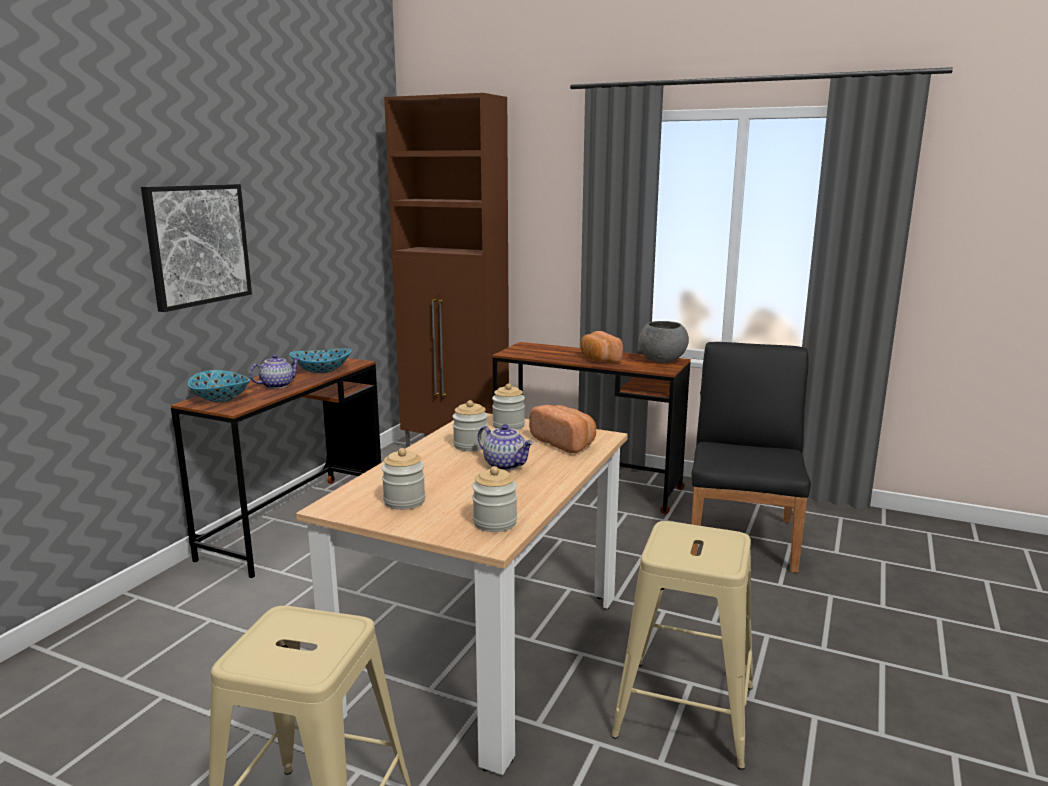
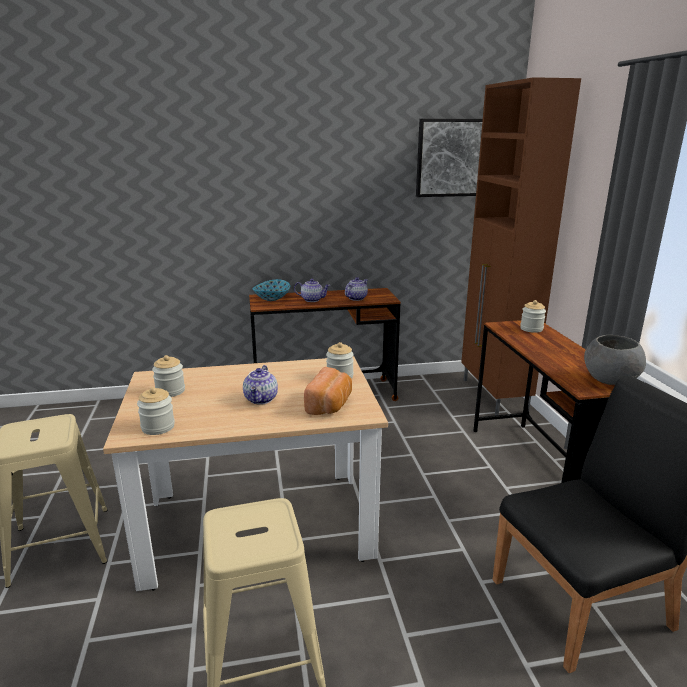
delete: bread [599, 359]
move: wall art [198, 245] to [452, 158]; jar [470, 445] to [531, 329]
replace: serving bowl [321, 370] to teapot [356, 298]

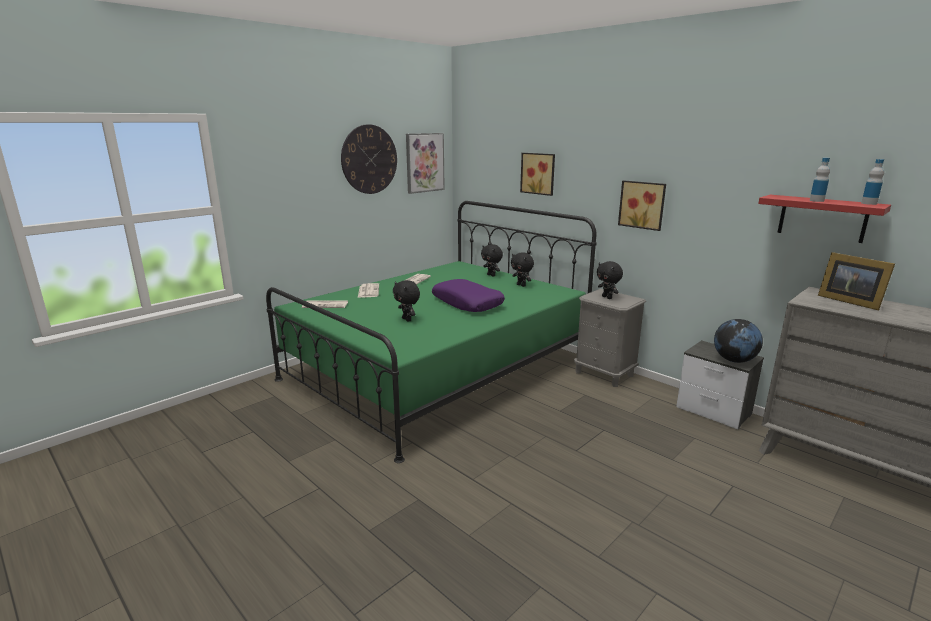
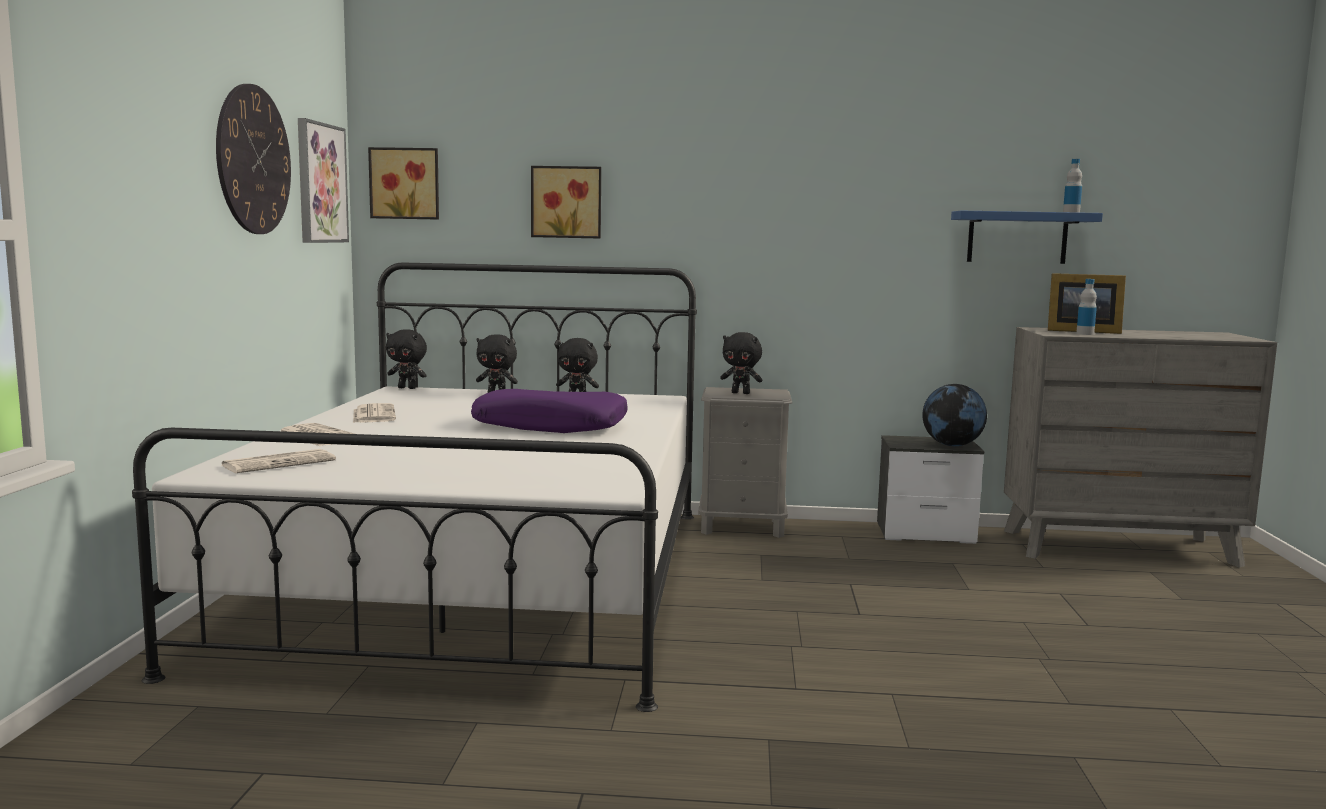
move: wall art [642, 204] to [405, 183]; blackish soft toy [407, 319] to [407, 388]; beverage bottle [816, 200] to [1085, 334]
recolor: green-coloured bedroom bed [437, 369] to whitish bedroom bed [482, 579]; red-coloured shelf [822, 218] to blue-coloured shelf [1017, 237]

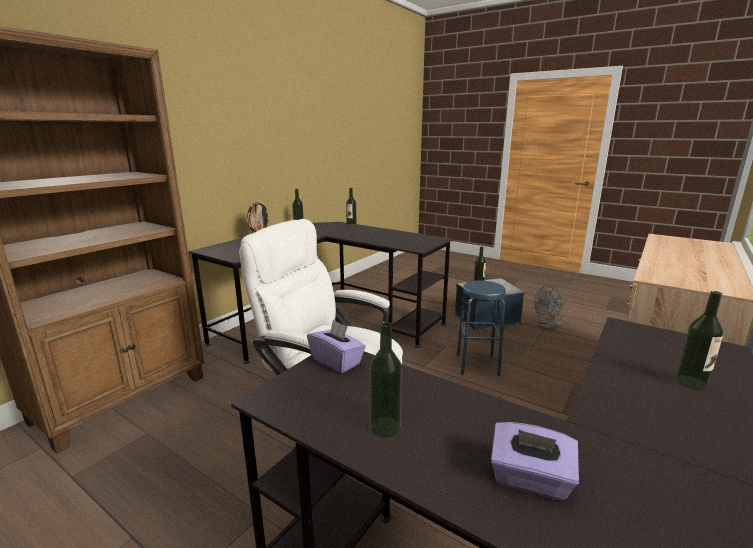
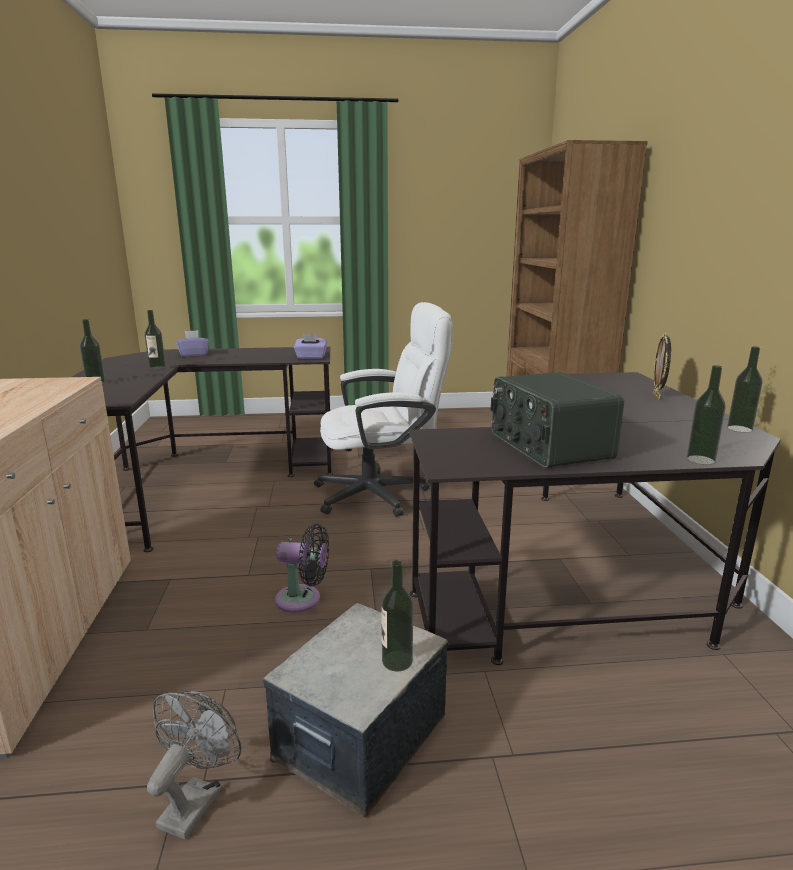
insert: radio receiver [548, 446]
move: beverage bottle [385, 427] to [157, 368]
replace: blue-coloured stool seat [477, 365] to blackish electric fan [303, 599]

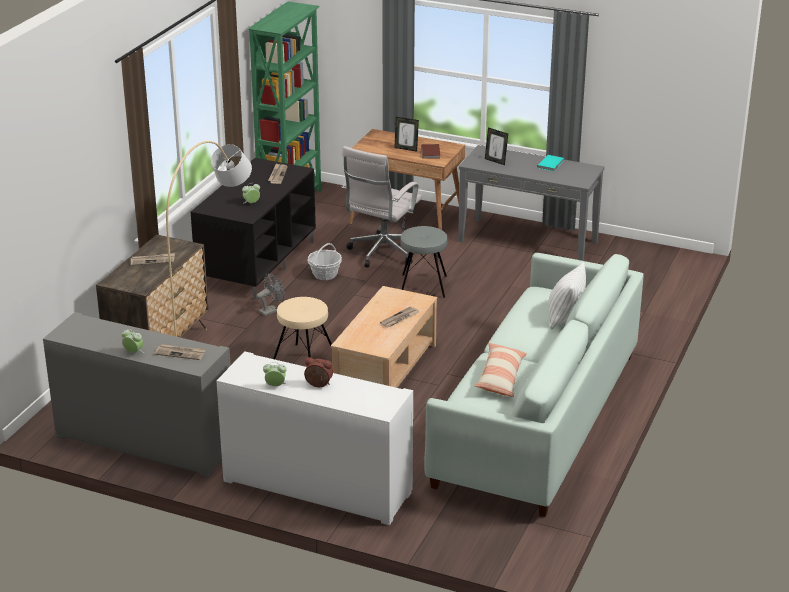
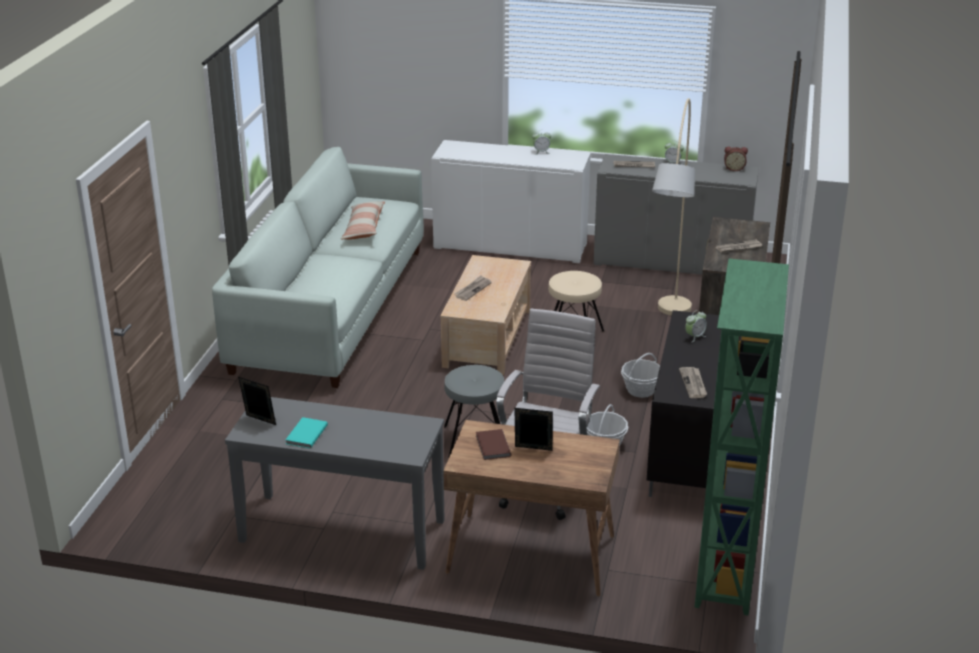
delete: whitish pillow [564, 317]
move: picture frame [495, 161] to [259, 421]; table clock [318, 385] to [734, 168]
replace: gray electric fan [271, 310] to basket [641, 390]

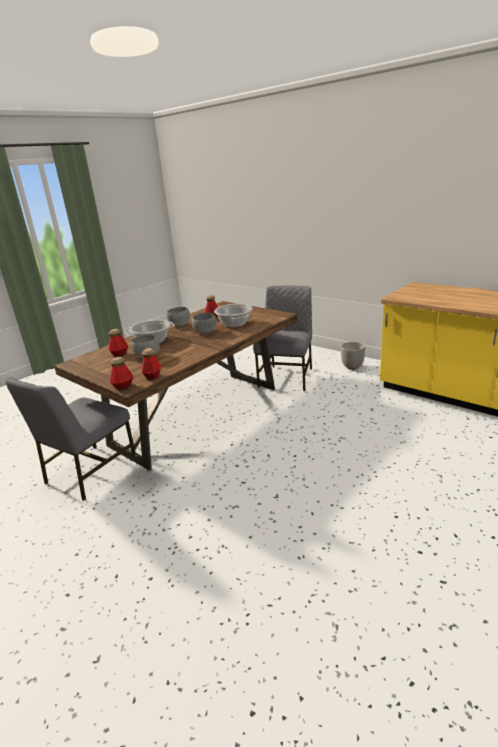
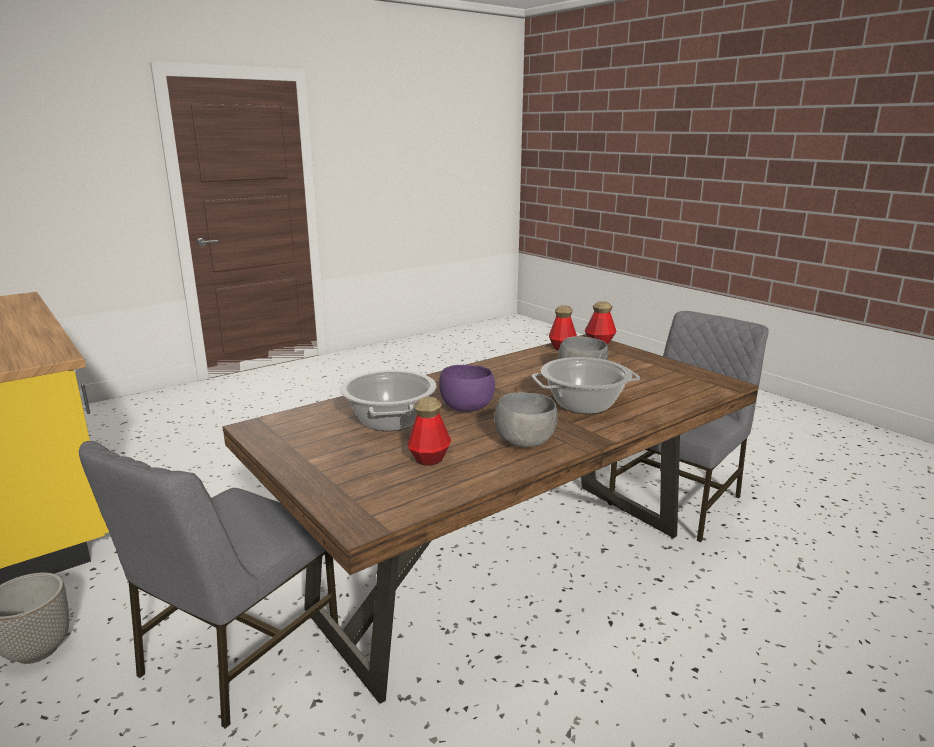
delete: beverage bottle [119, 354]
recolor: gray serving bowl [205, 332] to purple serving bowl [465, 408]

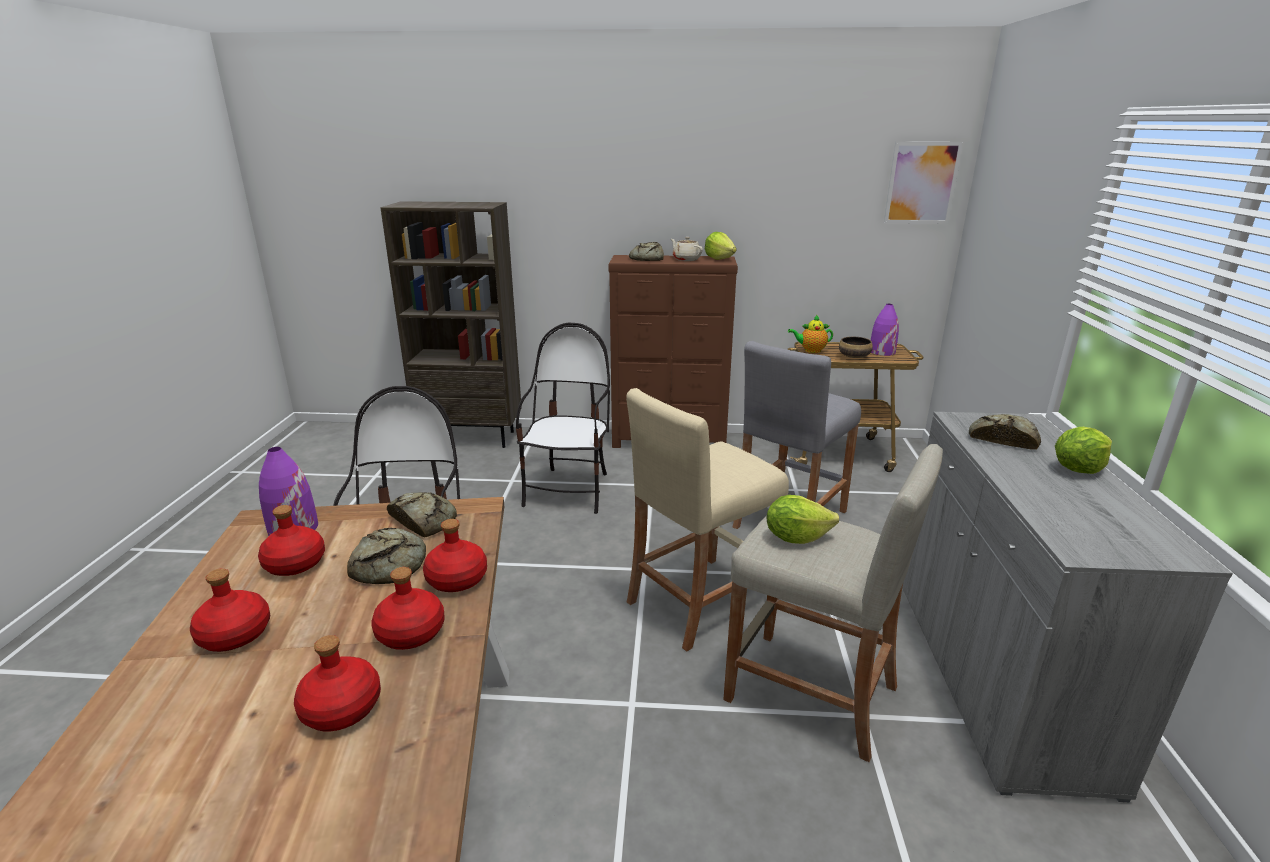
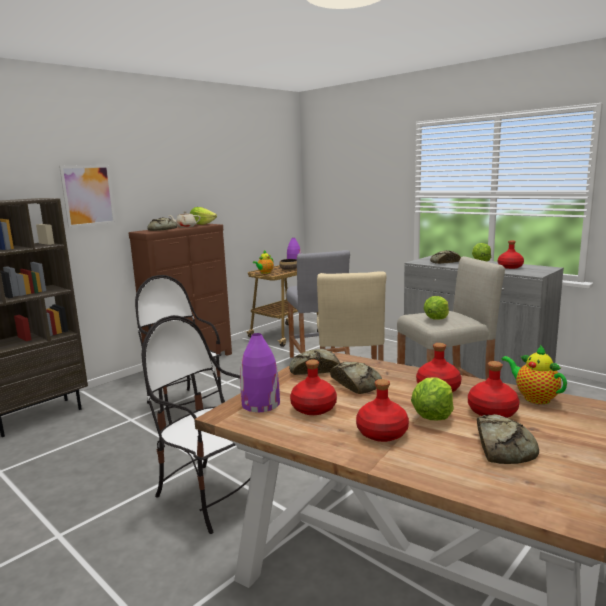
insert: lettuce head [432, 416]; bread [503, 447]; teapot [534, 398]
move: wall art [922, 183] to [88, 195]; red-coloured beverage bottle [457, 579] to [510, 267]

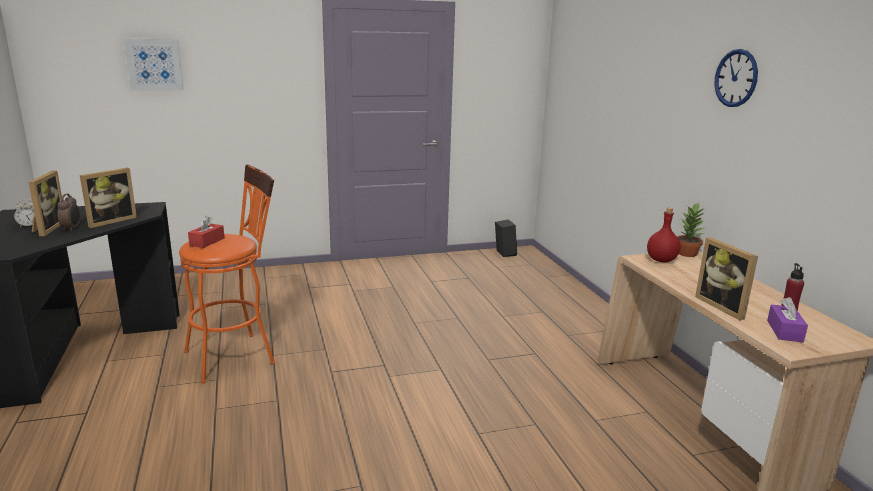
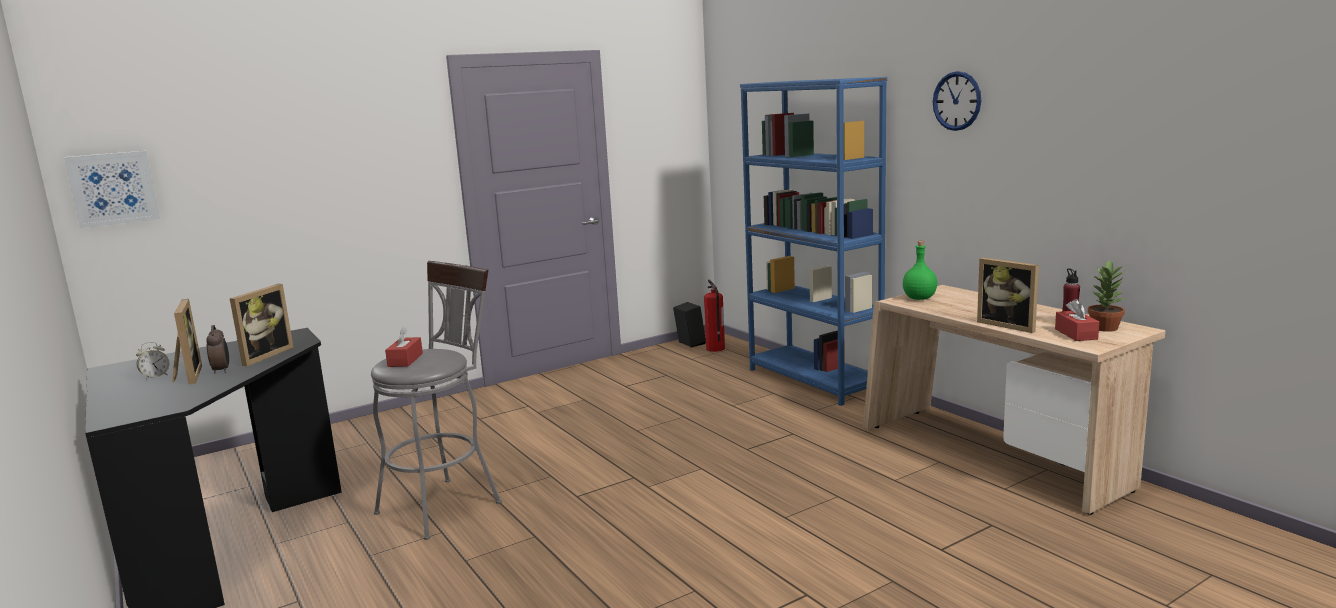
insert: extinguisher [715, 348]; blue-coloured bookcase [814, 380]
move: wall art [154, 64] to [113, 188]; potted plant [687, 254] to [1105, 328]
recolor: orangey stool seat [237, 355] to gray stool seat [446, 503]; red-coloured beverage bottle [661, 260] to green-coloured beverage bottle [920, 298]; purple box of tissues [784, 331] to red-coloured box of tissues [1076, 334]

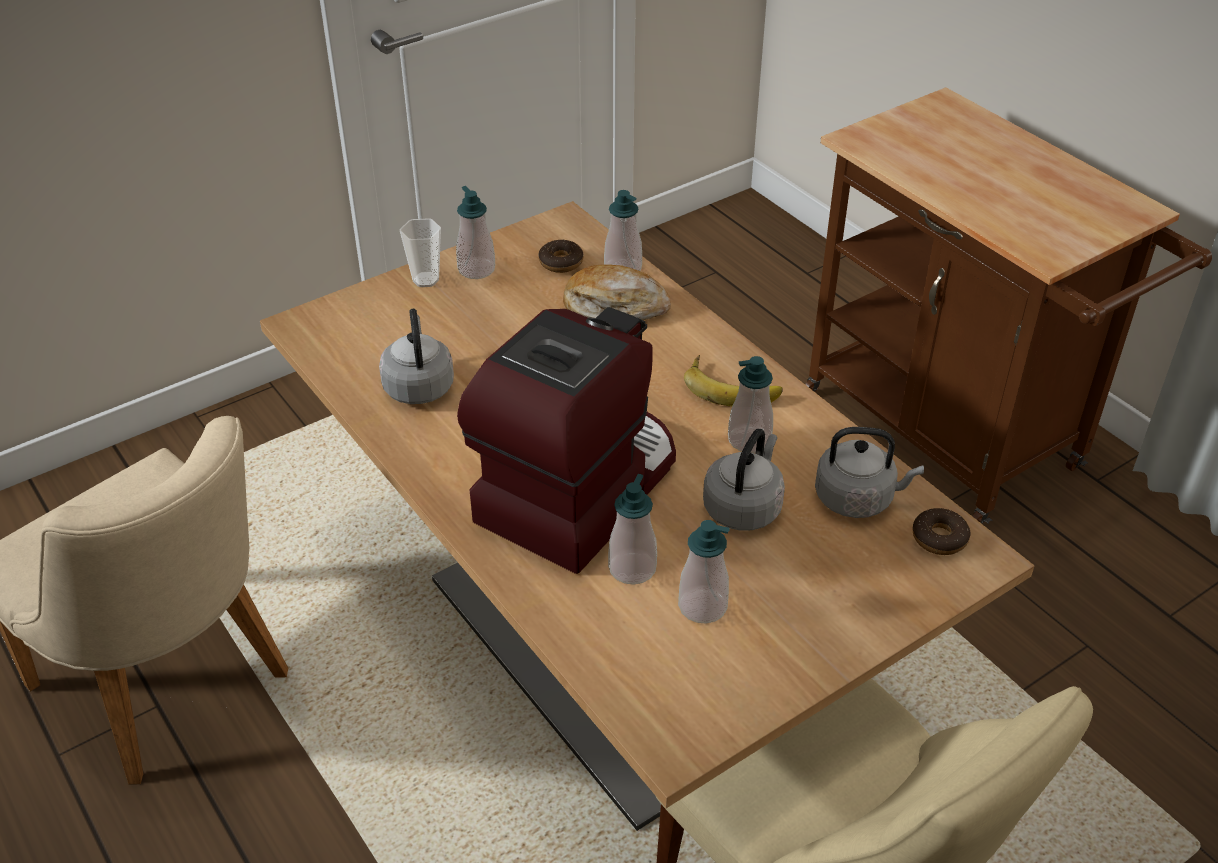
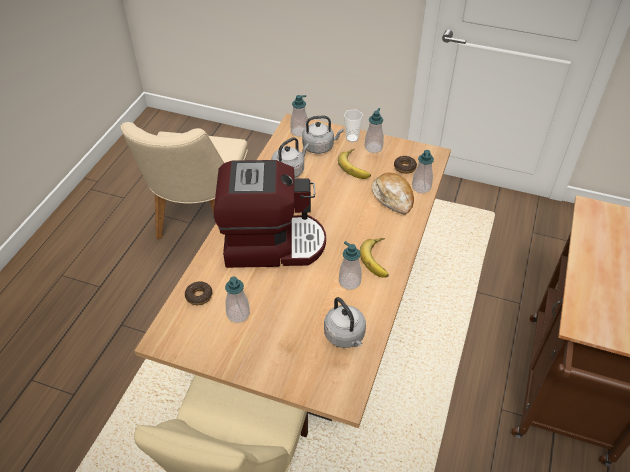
insert: whole banana [356, 166]
move: donut [939, 538] to [199, 296]; soap dispenser [632, 568] to [299, 131]; gray water kettle [744, 507] to [320, 147]

